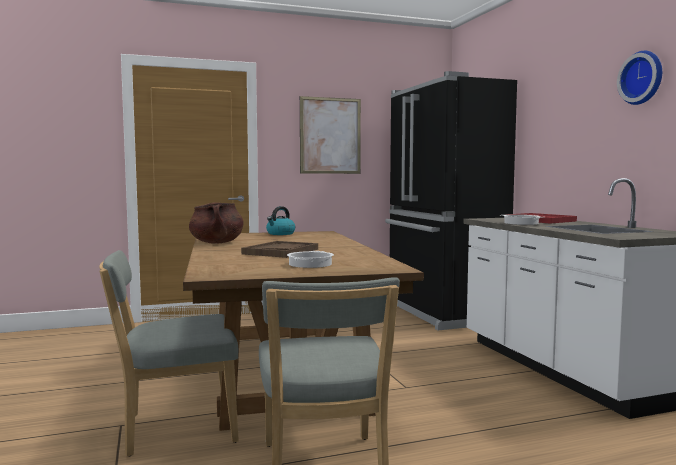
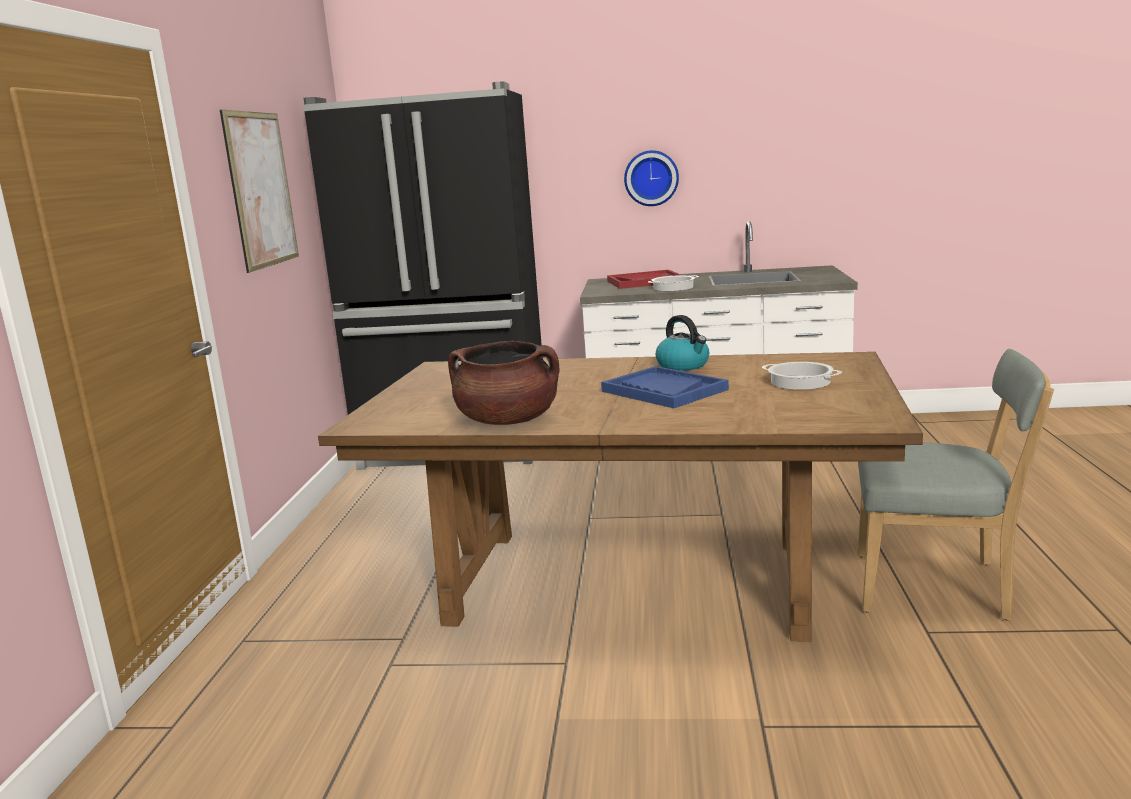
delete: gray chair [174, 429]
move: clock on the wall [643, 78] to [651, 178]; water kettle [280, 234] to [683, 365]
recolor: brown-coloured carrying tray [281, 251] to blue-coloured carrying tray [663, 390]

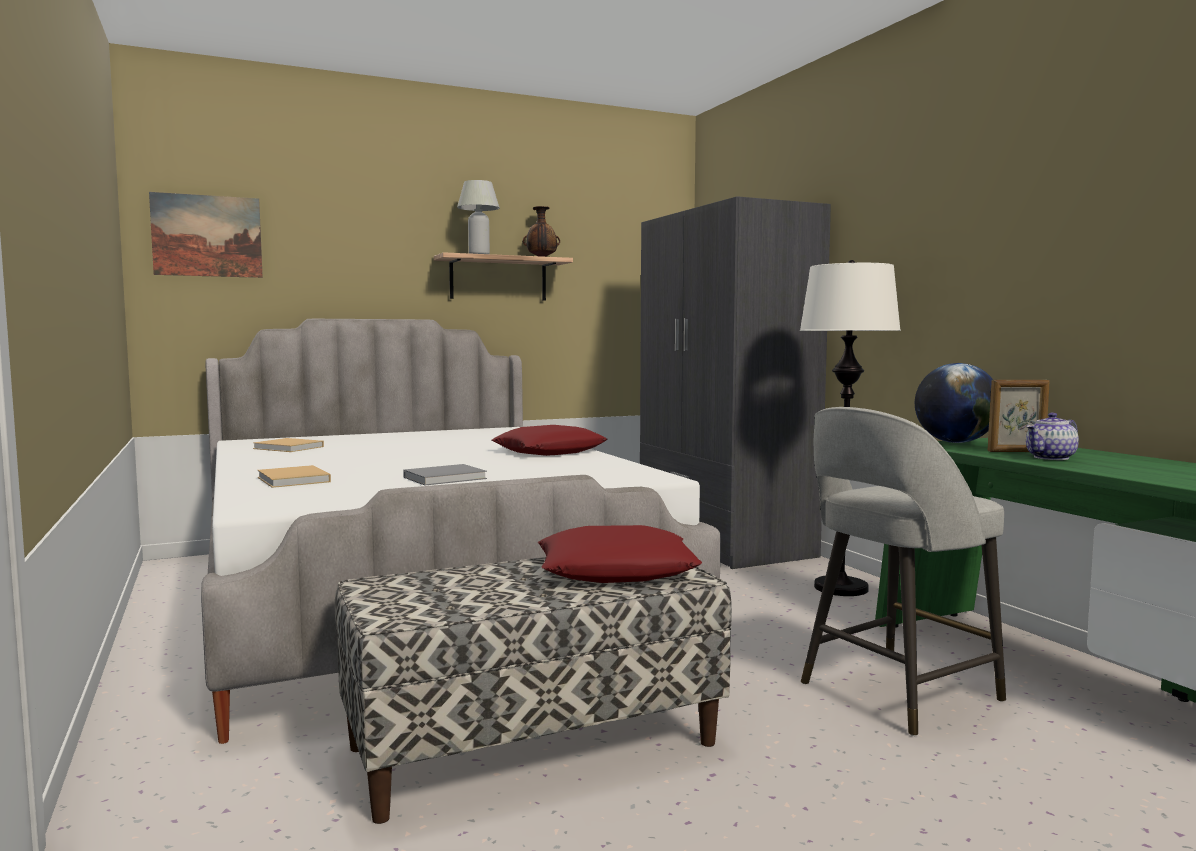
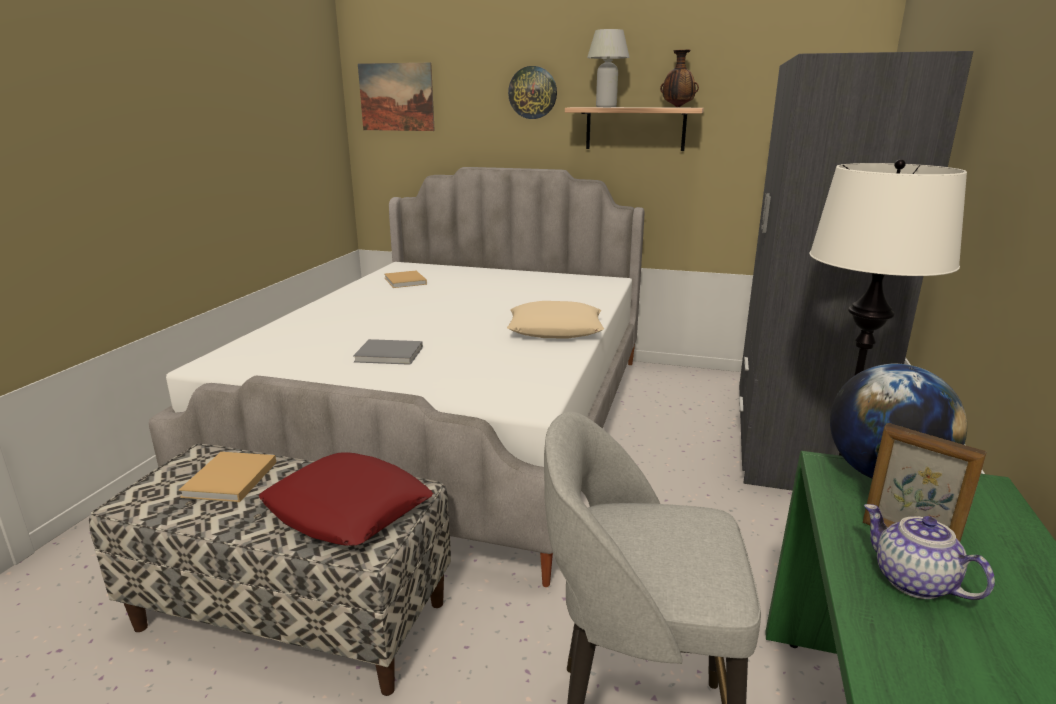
insert: clock on the wall [533, 92]
move: beige bound book [294, 480] to [229, 480]
recolor: red-coloured pillow [550, 451] to beige pillow [555, 329]
rotate: teapot [1051, 458] = [912, 581] 45 degrees clockwise

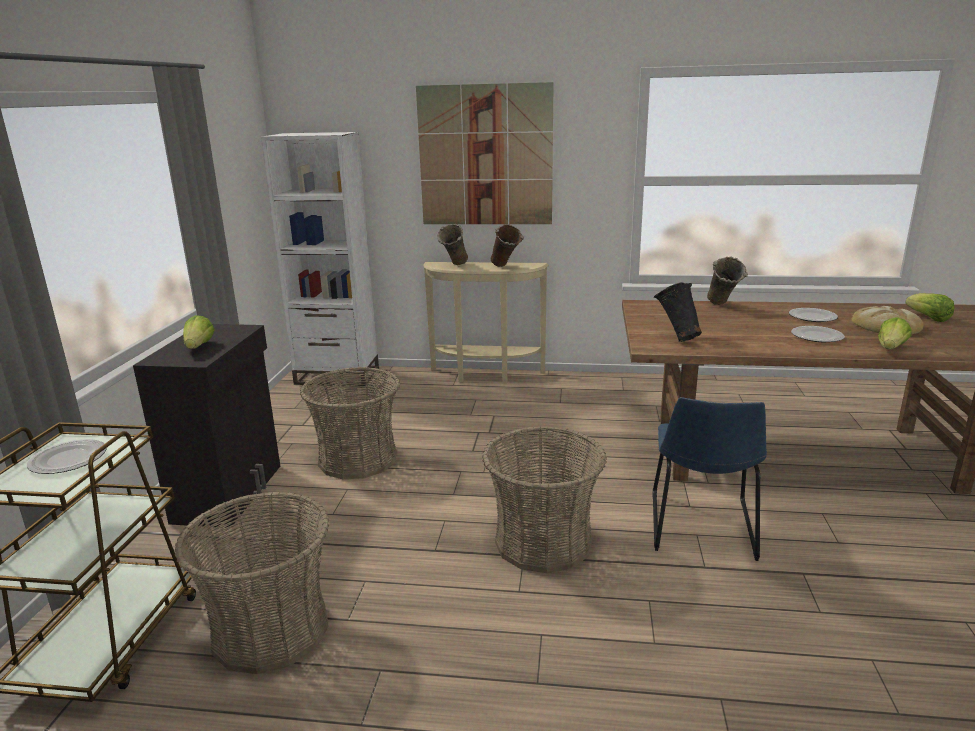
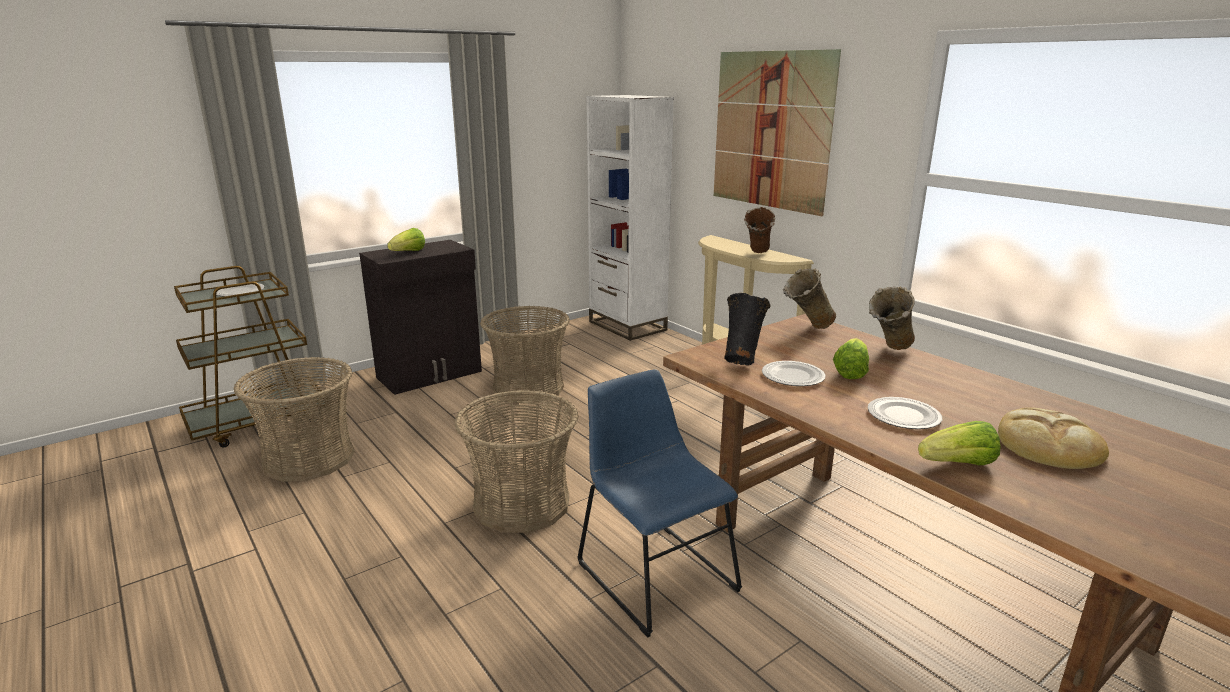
move: plate [812, 317] to [792, 376]; beige vase [454, 267] to [806, 329]; lettuce head [928, 318] to [850, 372]
rotate: blue-coloured chair [701, 528] = [653, 572] 90 degrees clockwise

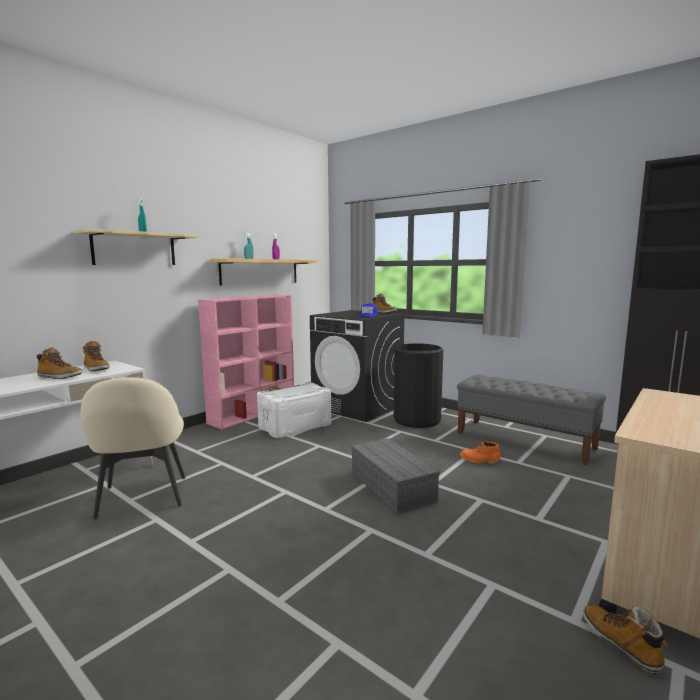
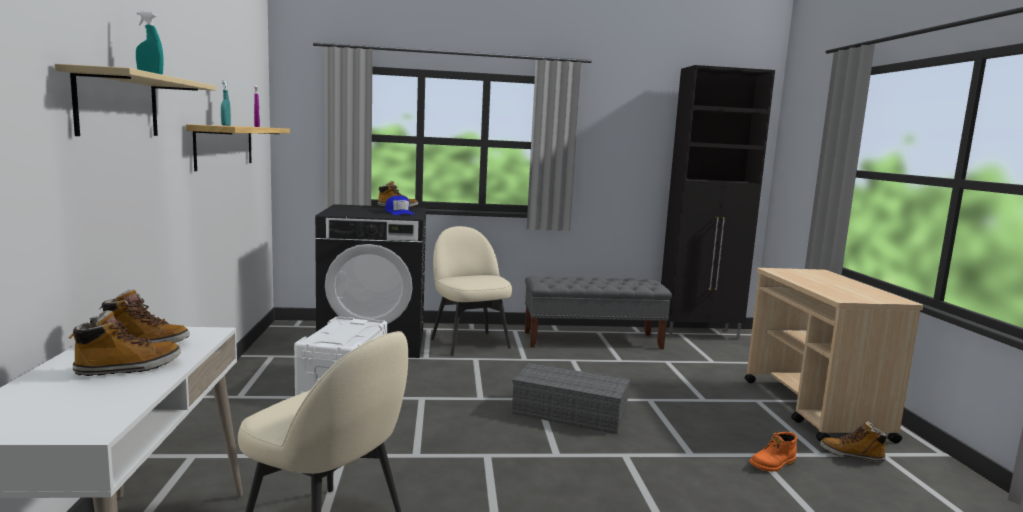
delete: pinkish bookcase [253, 413]
move: orangey tall boot [479, 460] to [773, 465]
replace: blackish waste bin [417, 420] to beige chair [469, 343]

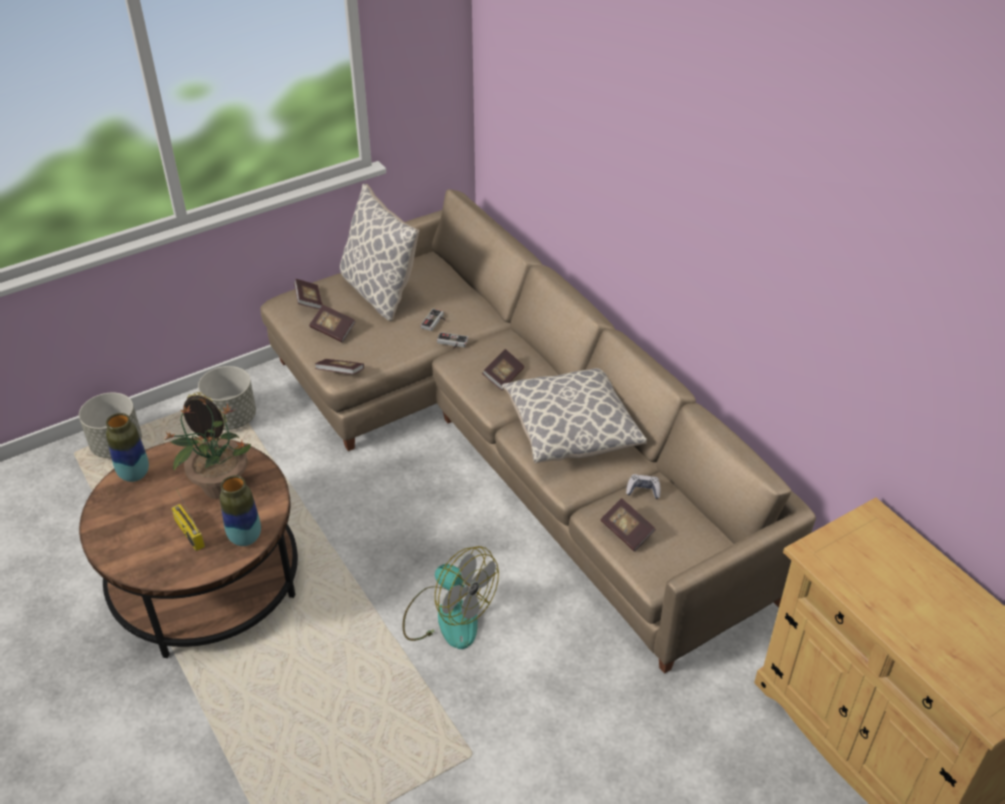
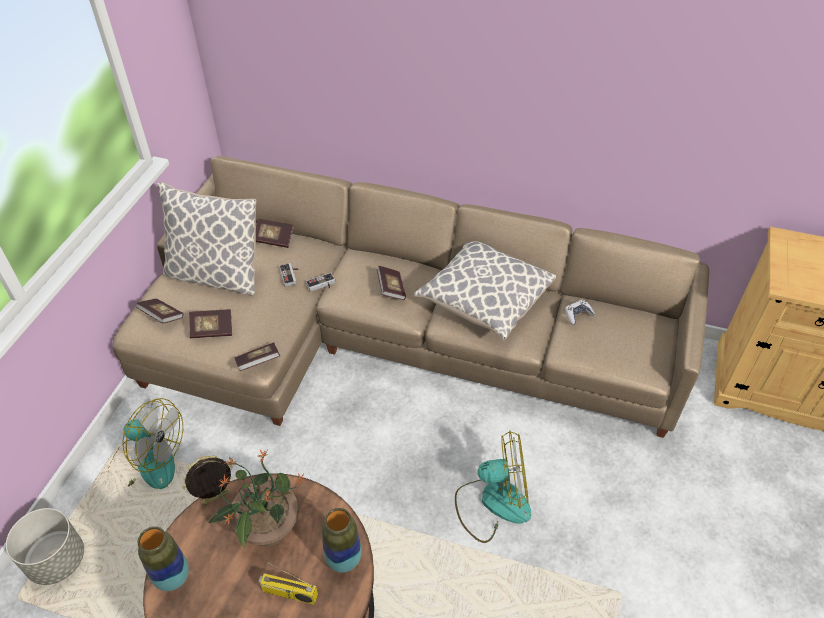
move: bound book [627, 532] to [274, 239]
replace: gray plant pot [232, 418] to electric fan [147, 462]

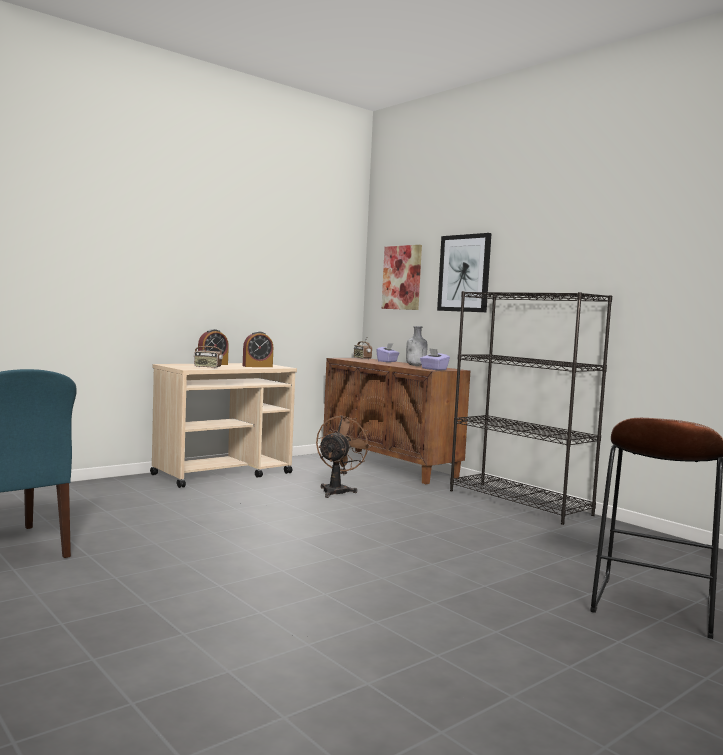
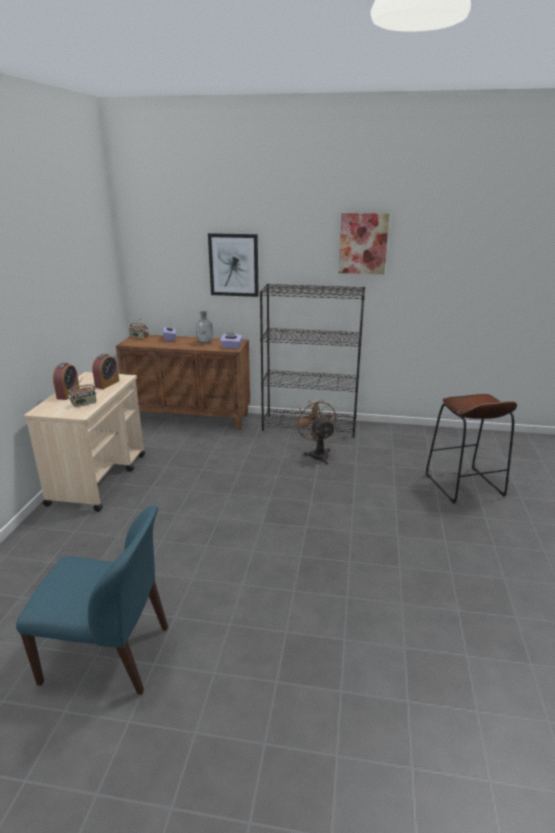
move: brown-coloured electric fan [337, 490] to [317, 454]; wall art [402, 277] to [363, 243]

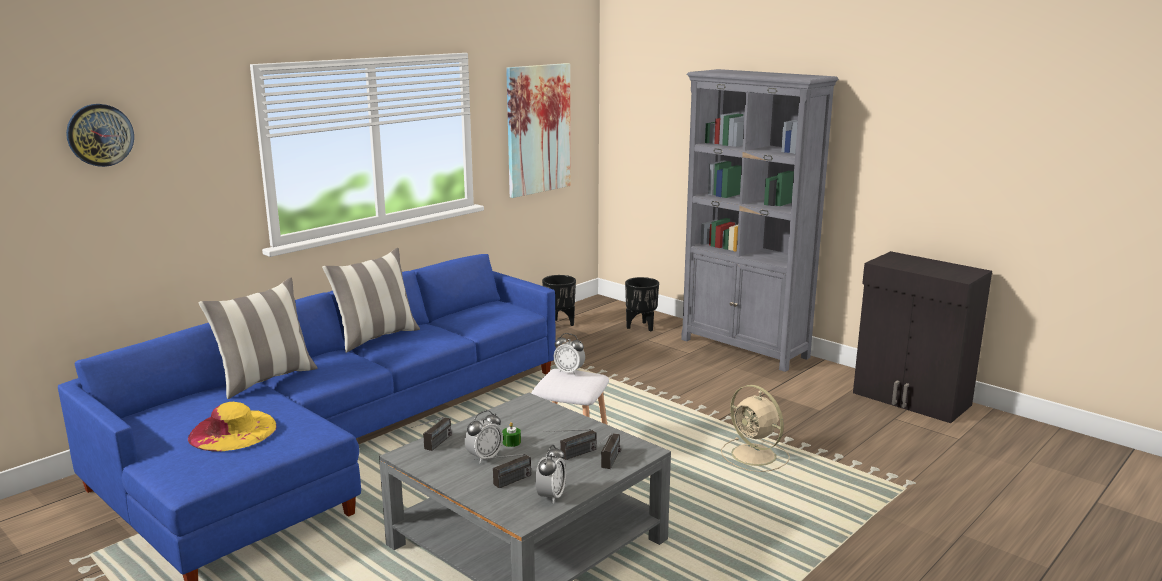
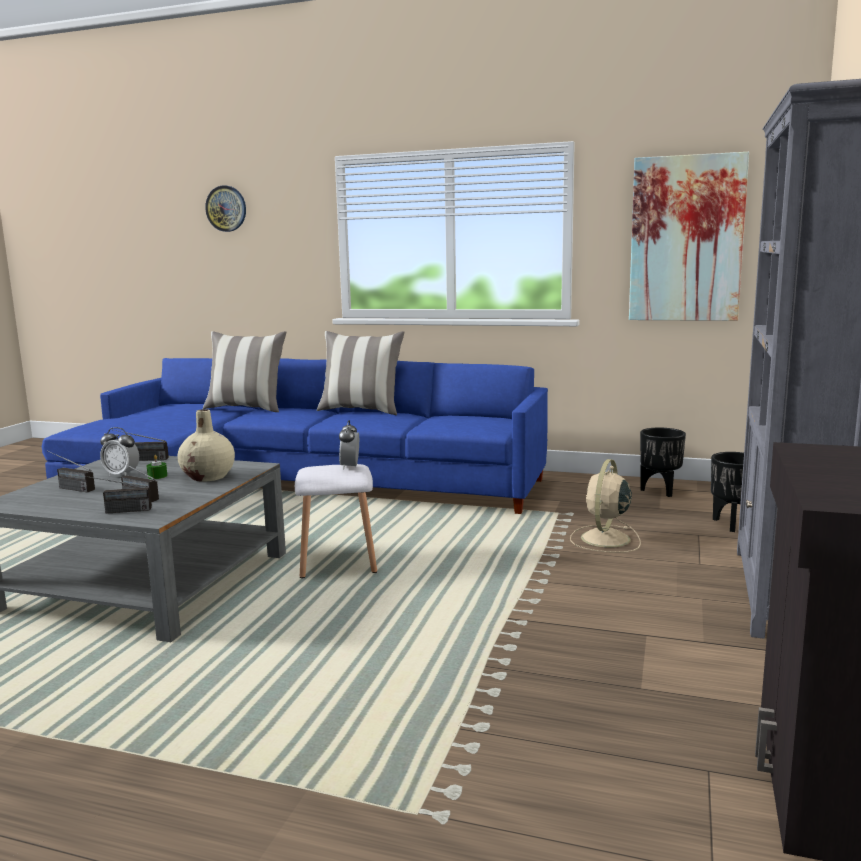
delete: yellow-coloured hat [233, 431]; table clock [551, 496]
insert: beige vase [208, 477]
move: beige electric fan [755, 456] to [605, 539]

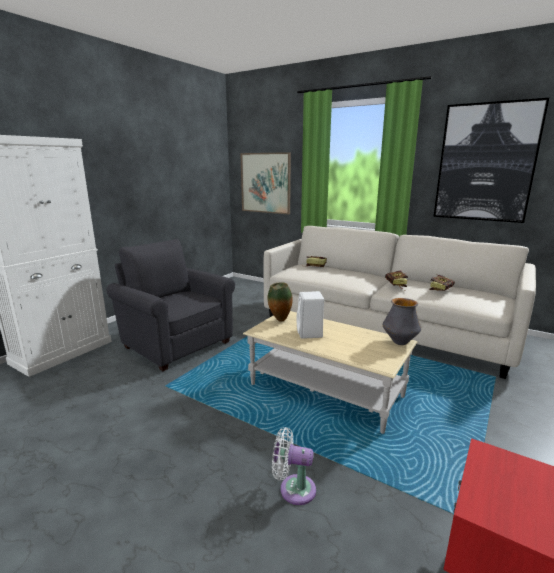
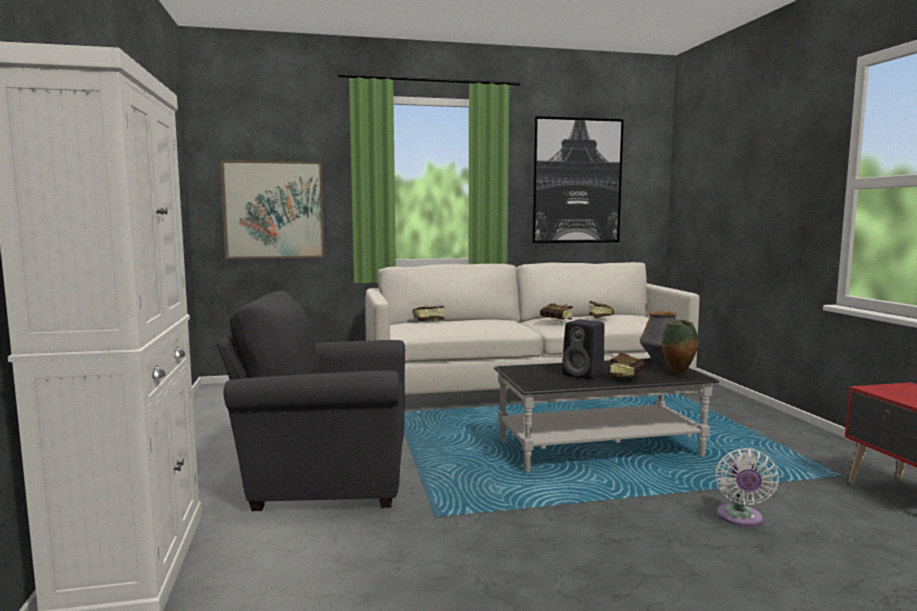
insert: bound book [628, 377]
move: vase [280, 320] to [678, 373]
recolor: beige coffee table [325, 391] to blackish coffee table [599, 449]; whitish loudspeaker [310, 333] to blackish loudspeaker [584, 375]
rotate: whitish electric fan [293, 488] = [740, 518] 45 degrees counterclockwise

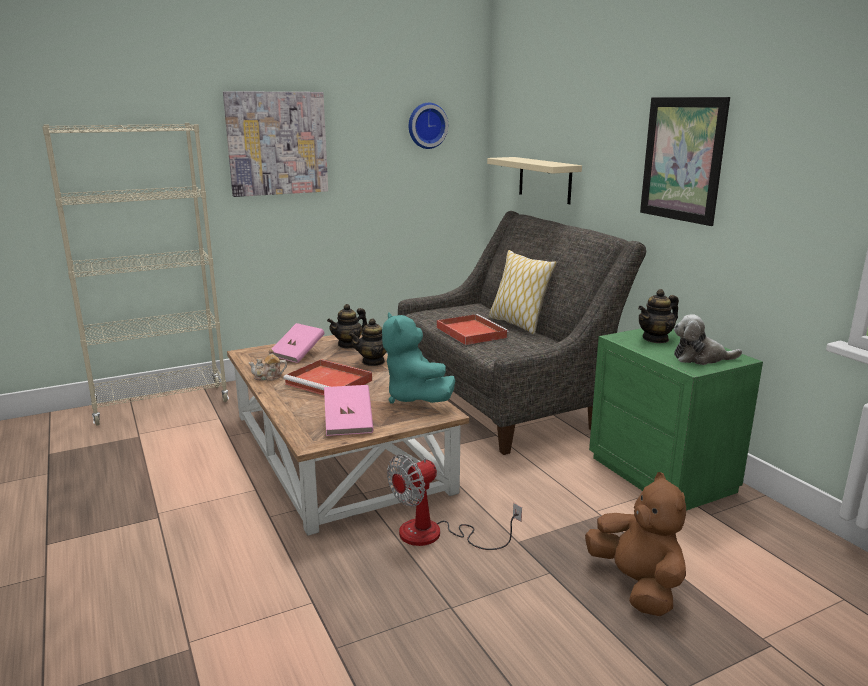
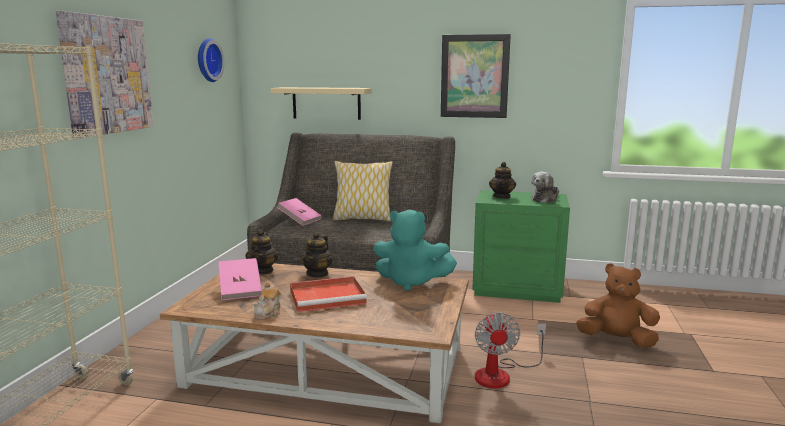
delete: red-coloured carrying tray [470, 332]
move: pinkish bound book [348, 423] to [300, 220]

